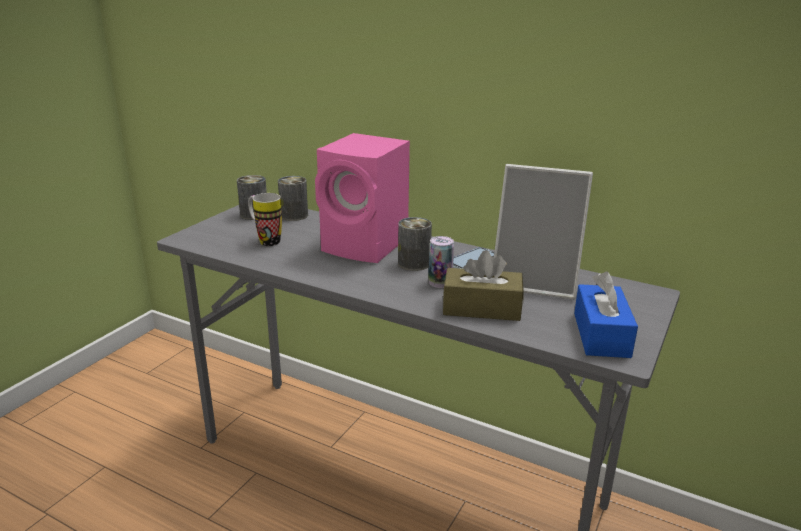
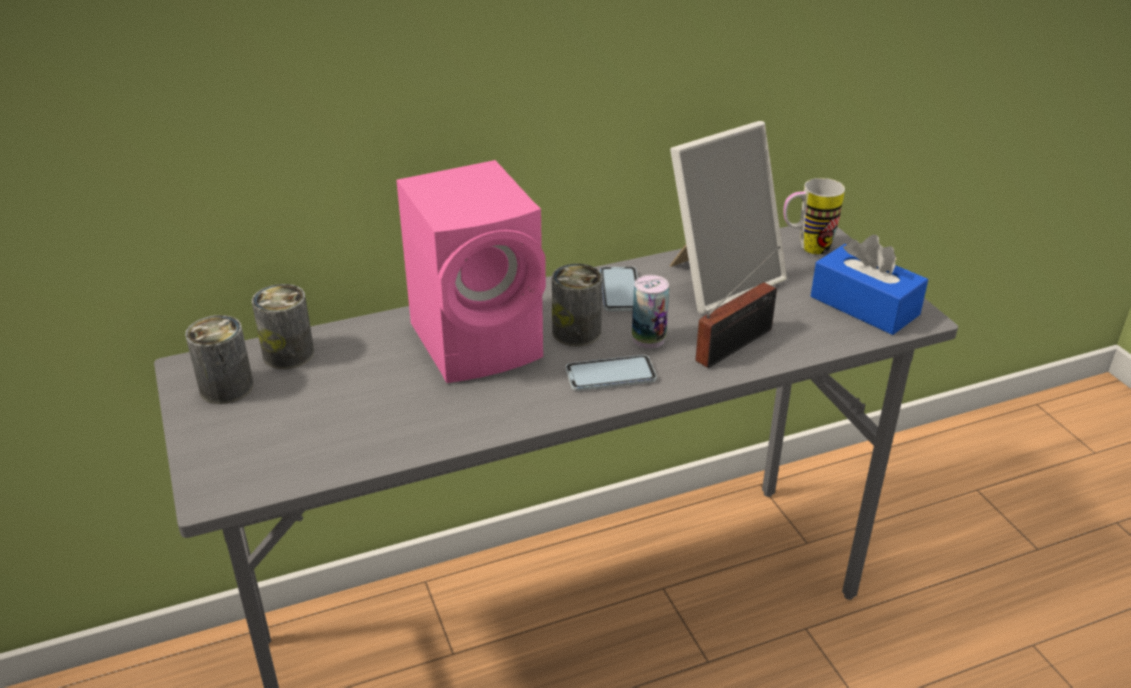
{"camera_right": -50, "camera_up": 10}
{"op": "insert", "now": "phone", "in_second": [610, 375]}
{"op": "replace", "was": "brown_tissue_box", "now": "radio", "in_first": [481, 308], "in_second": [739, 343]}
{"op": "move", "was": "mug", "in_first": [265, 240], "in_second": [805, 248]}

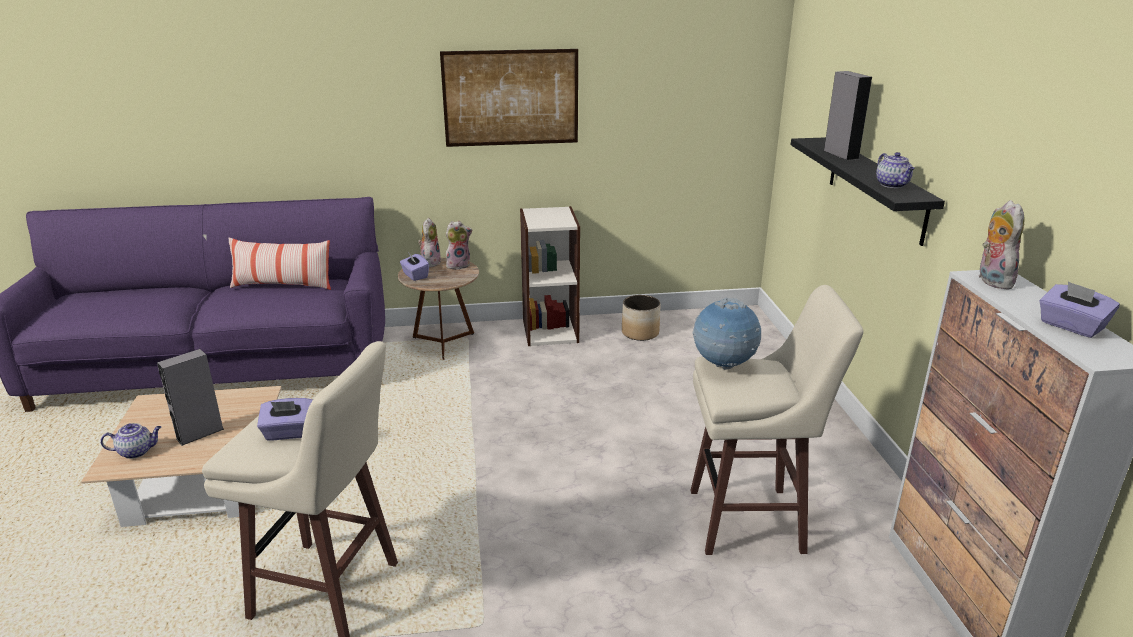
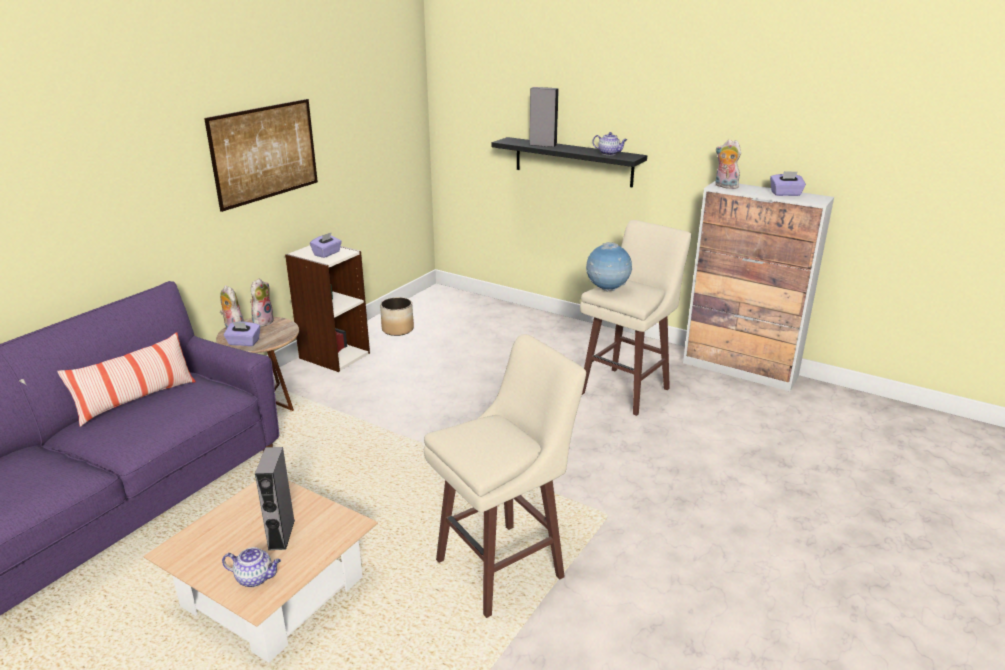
{"camera_right": -50, "camera_up": 0}
{"op": "rotate", "was": "teapot", "in_first": [137, 451], "in_second": [255, 578], "clockwise": 75}
{"op": "move", "was": "purple_tissue_box", "in_first": [289, 433], "in_second": [327, 253]}

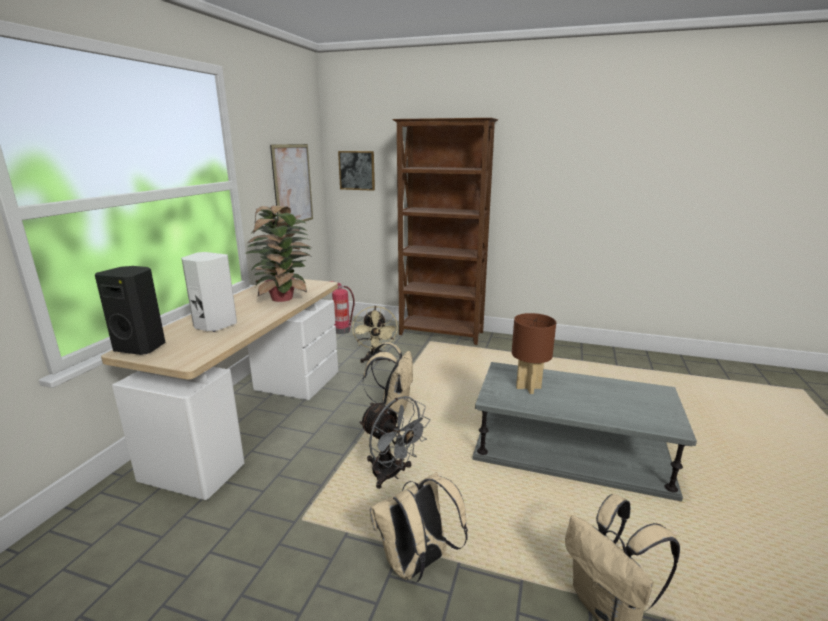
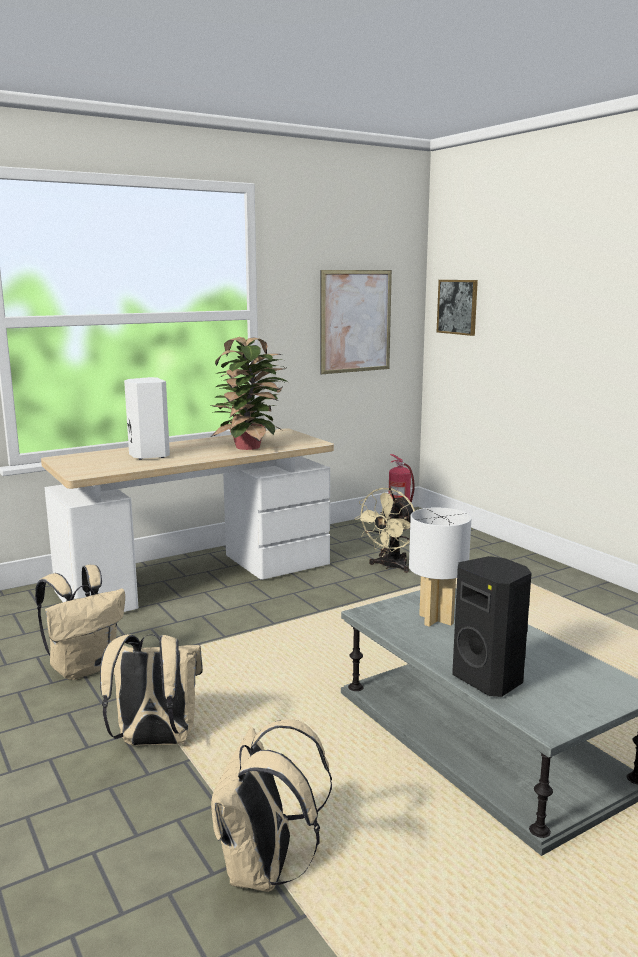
{"camera_right": 40, "camera_up": -5}
{"op": "move", "was": "beige_backpack", "in_first": [393, 407], "in_second": [84, 668]}
{"op": "recolor", "was": "brown_table_lamp", "now": "white_table_lamp", "in_first": [528, 387], "in_second": [436, 619]}
{"op": "move", "was": "black_speaker", "in_first": [142, 347], "in_second": [489, 679]}
{"op": "delete", "was": "grey_fan", "in_first": [392, 475]}
{"op": "delete", "was": "brown_bookcase", "in_first": [441, 334]}

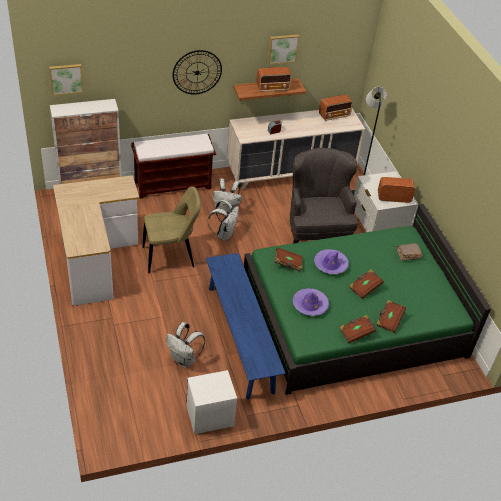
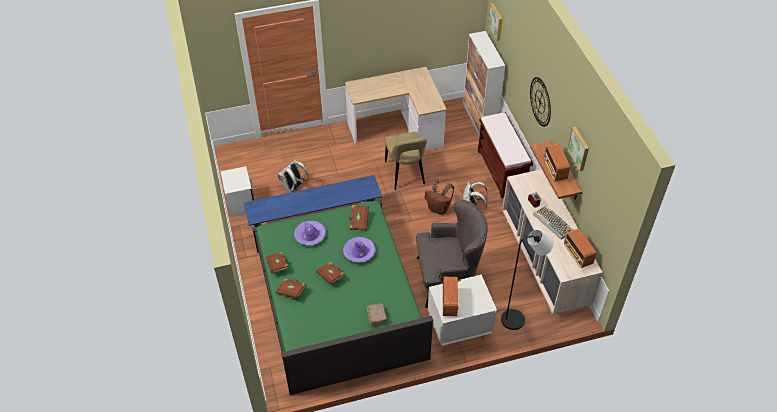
{"camera_right": 95, "camera_up": 5}
{"op": "recolor", "was": "white_backpack", "now": "brown_backpack", "in_first": [224, 234], "in_second": [439, 209]}
{"op": "insert", "now": "keyboard", "in_second": [552, 222]}

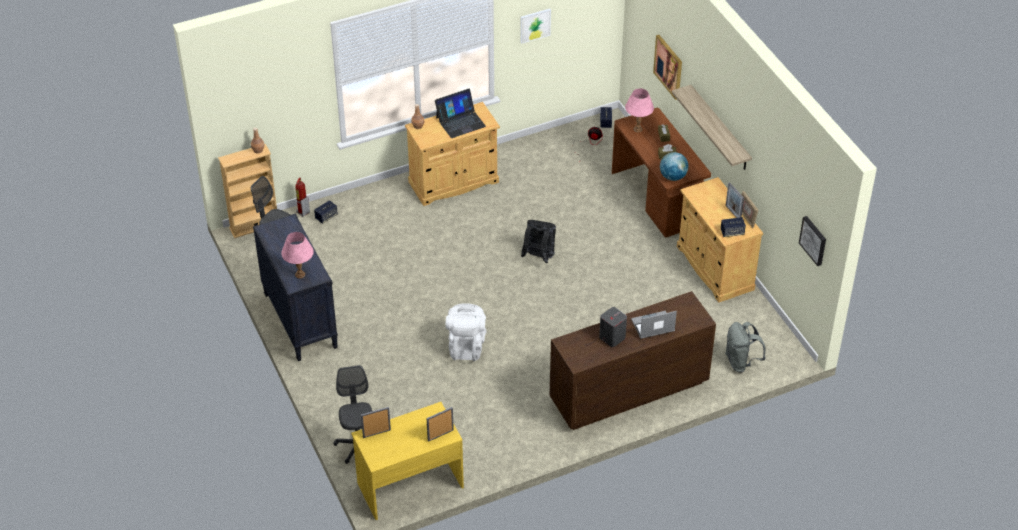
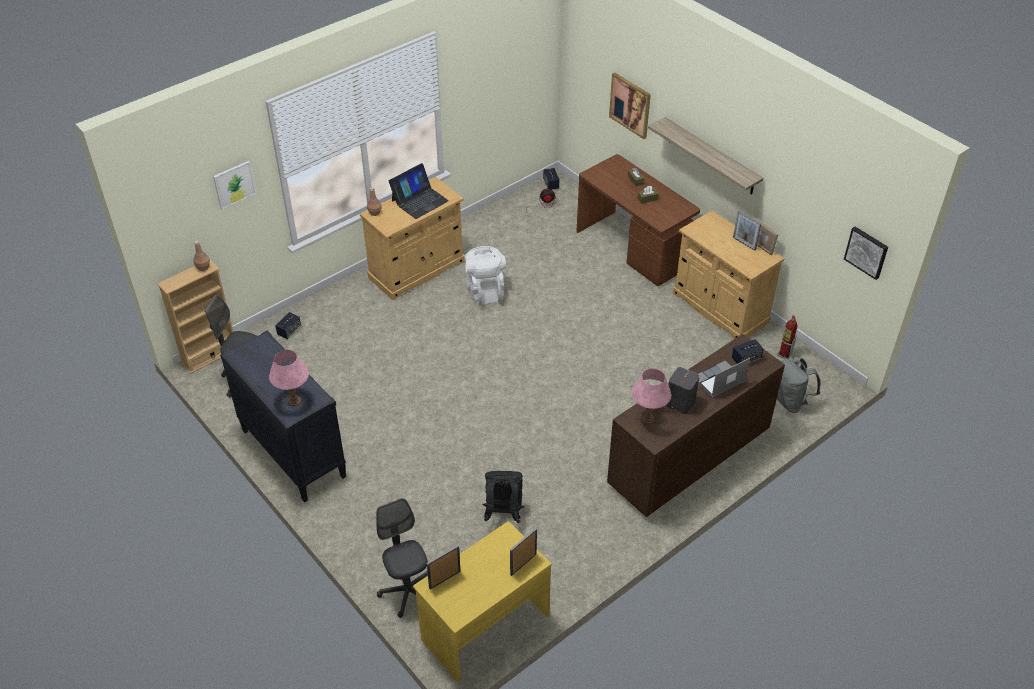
{"camera_right": -15, "camera_up": 0}
{"op": "move", "was": "picture", "in_first": [535, 25], "in_second": [234, 184]}
{"op": "move", "was": "white_backpack", "in_first": [466, 346], "in_second": [485, 291]}
{"op": "move", "was": "black_backpack", "in_first": [539, 257], "in_second": [503, 513]}
{"op": "move", "was": "pink_table_lamp", "in_first": [638, 129], "in_second": [648, 419]}
{"op": "move", "was": "speaker", "in_first": [732, 232], "in_second": [746, 359]}
{"op": "move", "was": "fire_extinguisher", "in_first": [303, 212], "in_second": [784, 354]}
{"op": "delete", "was": "globe", "in_first": [673, 177]}

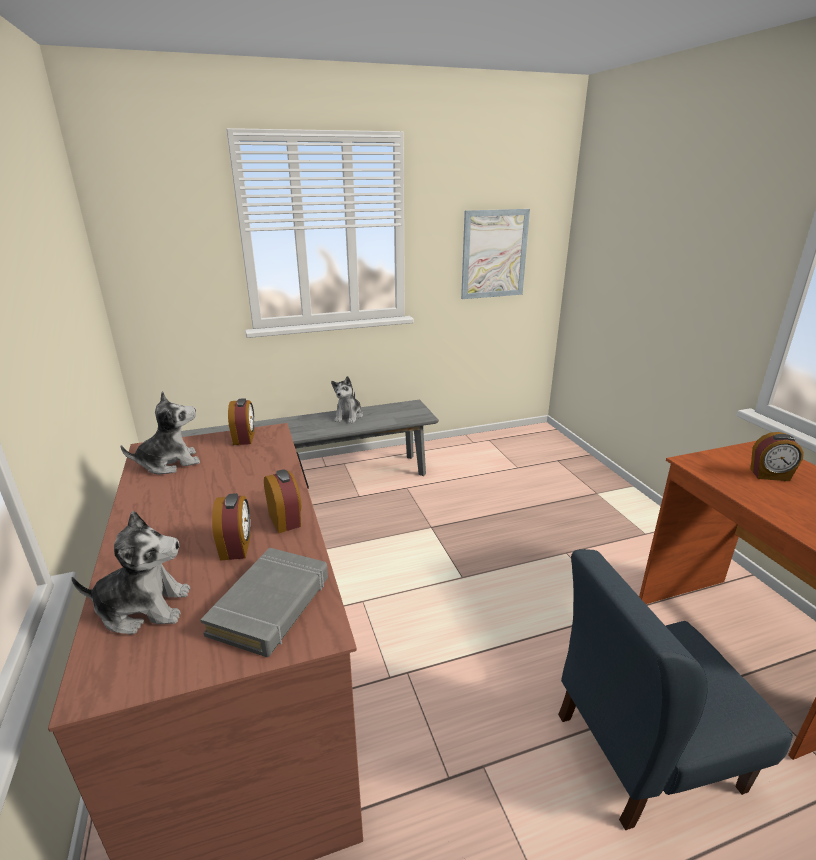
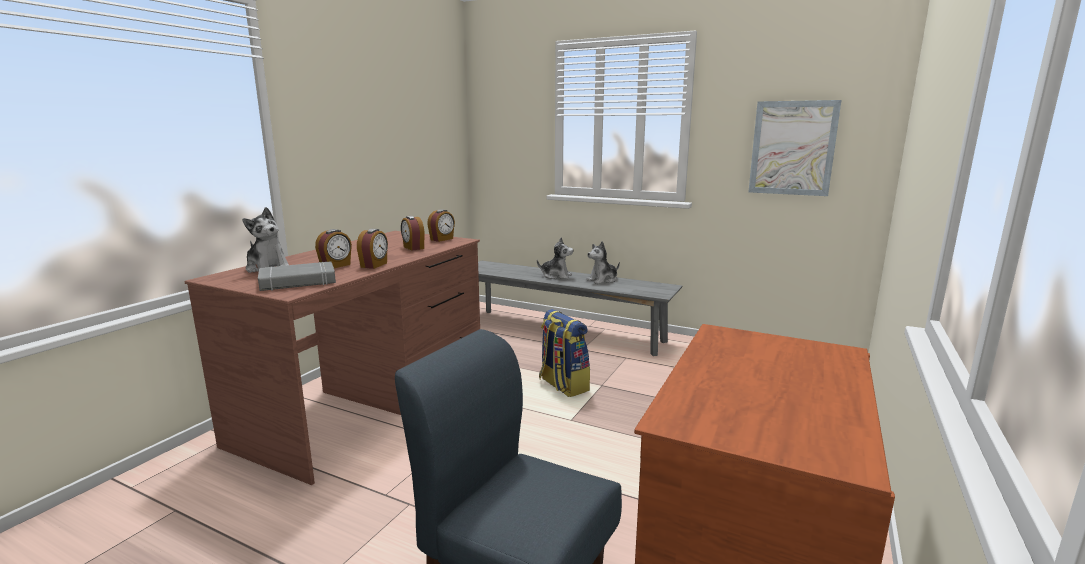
{"camera_right": 45, "camera_up": -10}
{"op": "move", "was": "alarm_clock", "in_first": [770, 475], "in_second": [413, 248]}
{"op": "move", "was": "plush_toy", "in_first": [170, 463], "in_second": [556, 276]}
{"op": "insert", "now": "backpack", "in_second": [562, 385]}

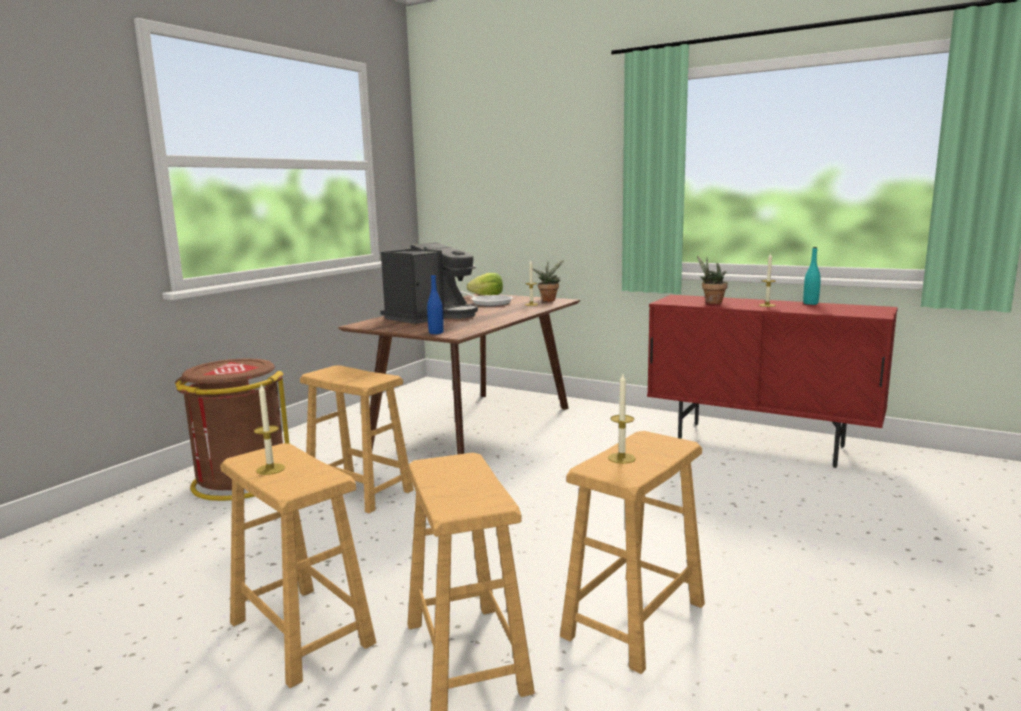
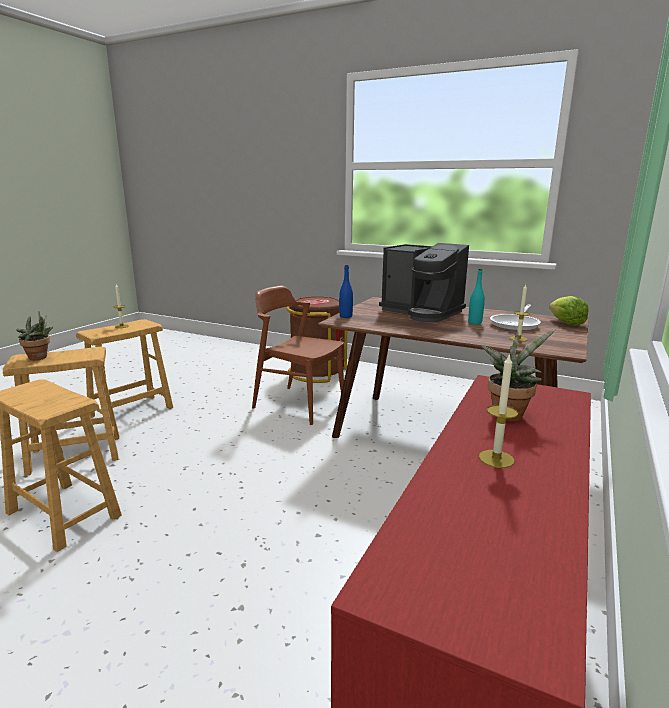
{"camera_right": 85, "camera_up": 5}
{"op": "move", "was": "potted_plant", "in_first": [549, 300], "in_second": [40, 358]}
{"op": "replace", "was": "brown_stool", "now": "brown_chair", "in_first": [358, 491], "in_second": [299, 404]}
{"op": "move", "was": "turquoise_bottle", "in_first": [810, 303], "in_second": [475, 322]}
{"op": "delete", "was": "candle", "in_first": [621, 458]}

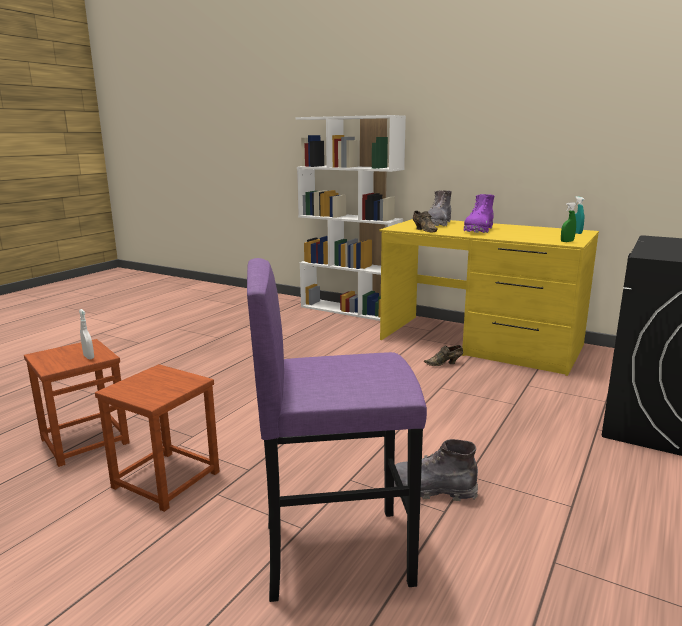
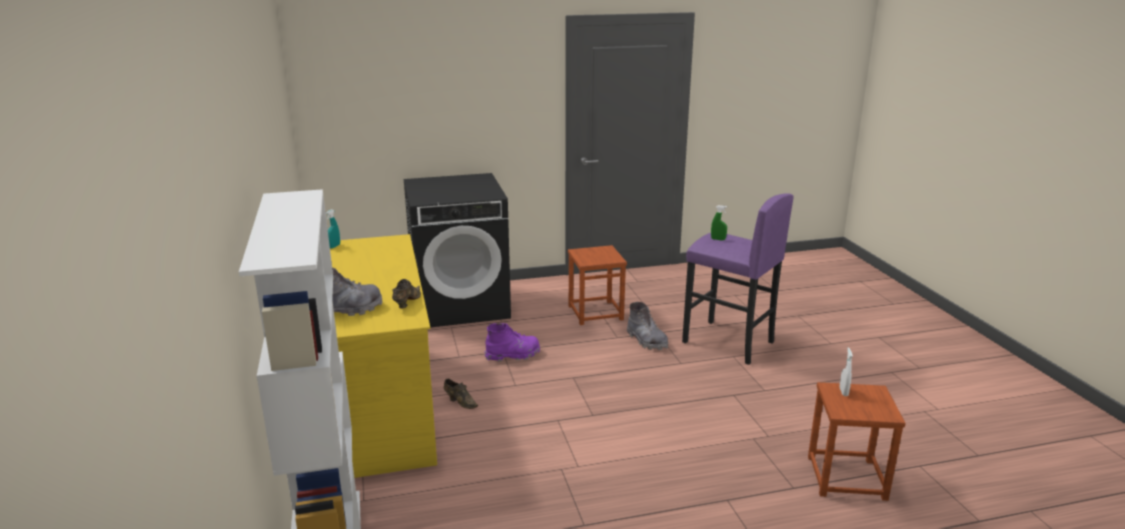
{"camera_right": -135, "camera_up": 5}
{"op": "move", "was": "purple_boot", "in_first": [478, 230], "in_second": [513, 355]}
{"op": "move", "was": "brown_stool", "in_first": [166, 480], "in_second": [595, 312]}
{"op": "move", "was": "green_spray_bottle", "in_first": [567, 241], "in_second": [718, 239]}

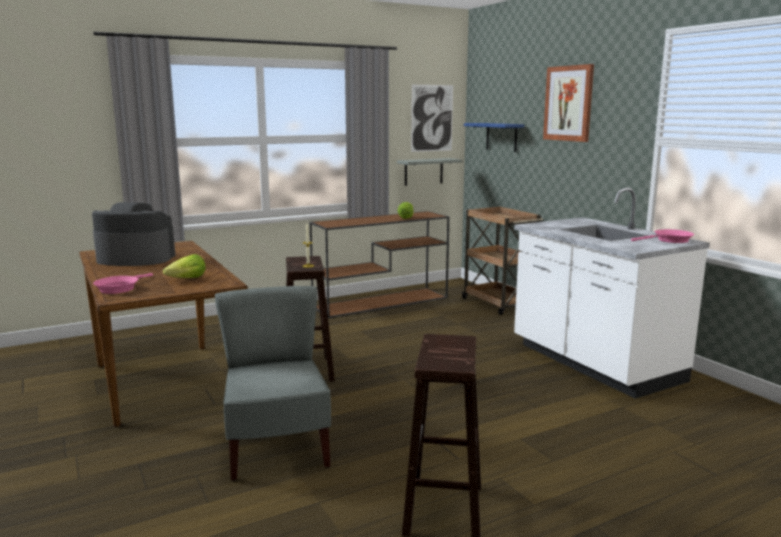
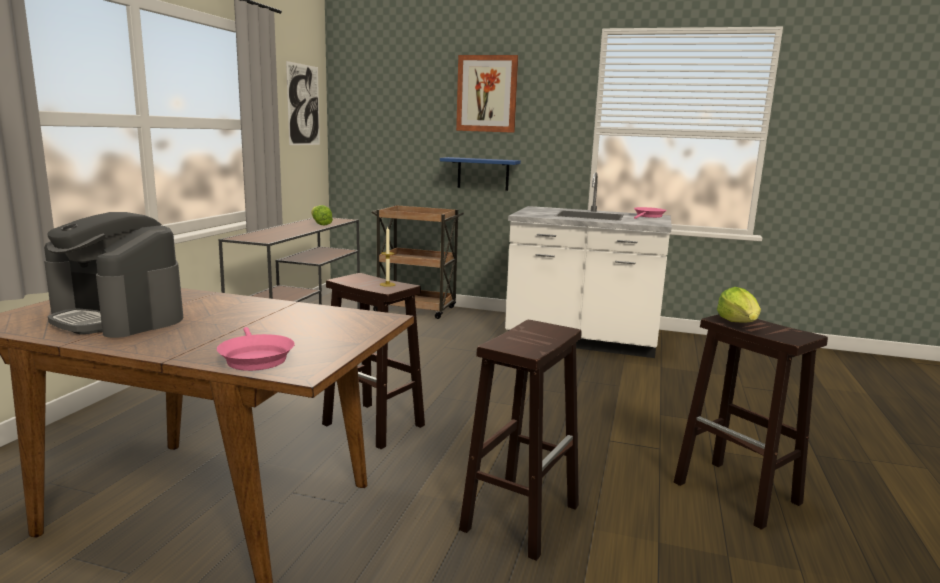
{"camera_right": -45, "camera_up": 0}
{"op": "rotate", "was": "coffee_machine", "in_first": [135, 259], "in_second": [118, 318], "clockwise": -105}
{"op": "move", "was": "blue_shelf", "in_first": [501, 137], "in_second": [483, 173]}
{"op": "replace", "was": "grey_chair", "now": "brown_stool", "in_first": [277, 449], "in_second": [521, 516]}
{"op": "move", "was": "lettuce", "in_first": [187, 279], "in_second": [739, 323]}
{"op": "delete", "was": "grey_shelf", "in_first": [423, 171]}

